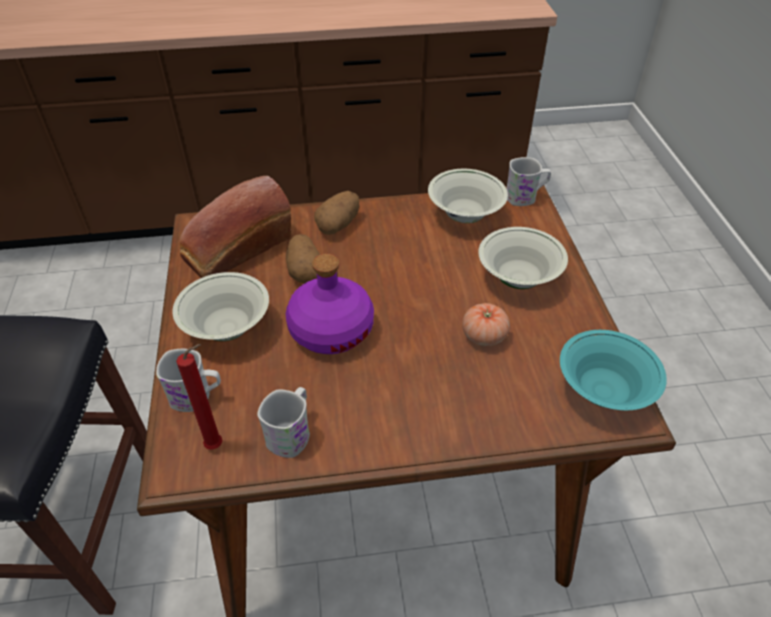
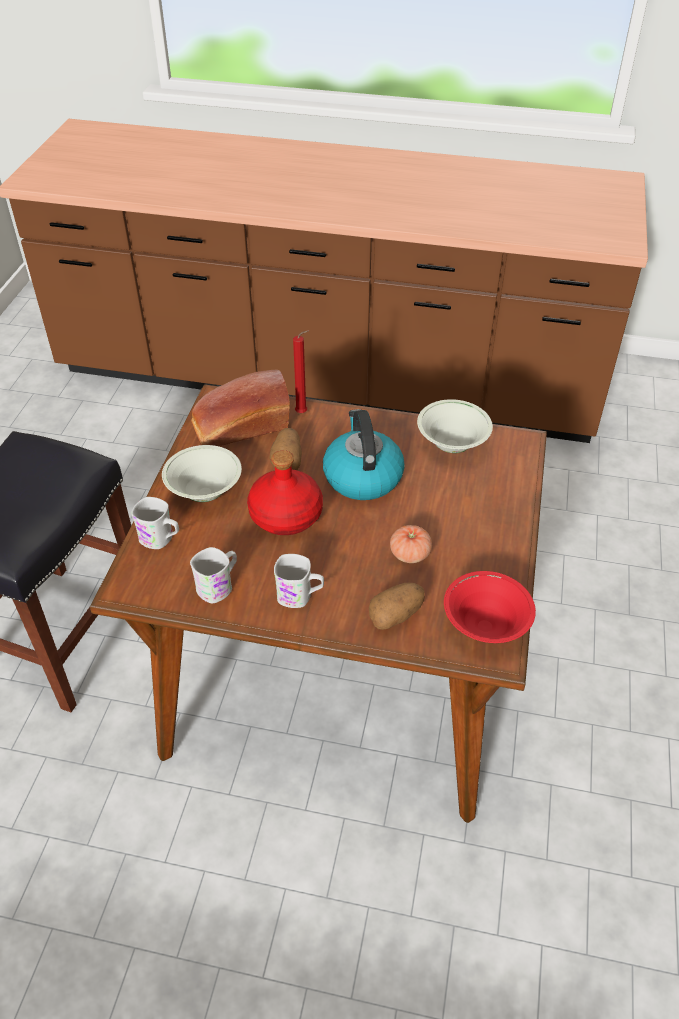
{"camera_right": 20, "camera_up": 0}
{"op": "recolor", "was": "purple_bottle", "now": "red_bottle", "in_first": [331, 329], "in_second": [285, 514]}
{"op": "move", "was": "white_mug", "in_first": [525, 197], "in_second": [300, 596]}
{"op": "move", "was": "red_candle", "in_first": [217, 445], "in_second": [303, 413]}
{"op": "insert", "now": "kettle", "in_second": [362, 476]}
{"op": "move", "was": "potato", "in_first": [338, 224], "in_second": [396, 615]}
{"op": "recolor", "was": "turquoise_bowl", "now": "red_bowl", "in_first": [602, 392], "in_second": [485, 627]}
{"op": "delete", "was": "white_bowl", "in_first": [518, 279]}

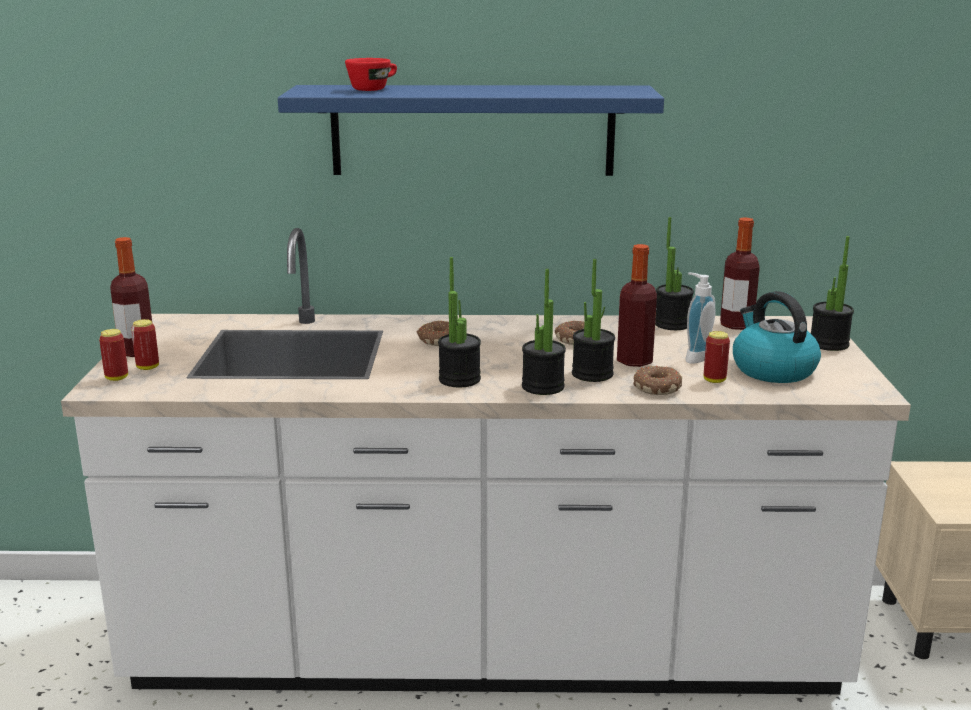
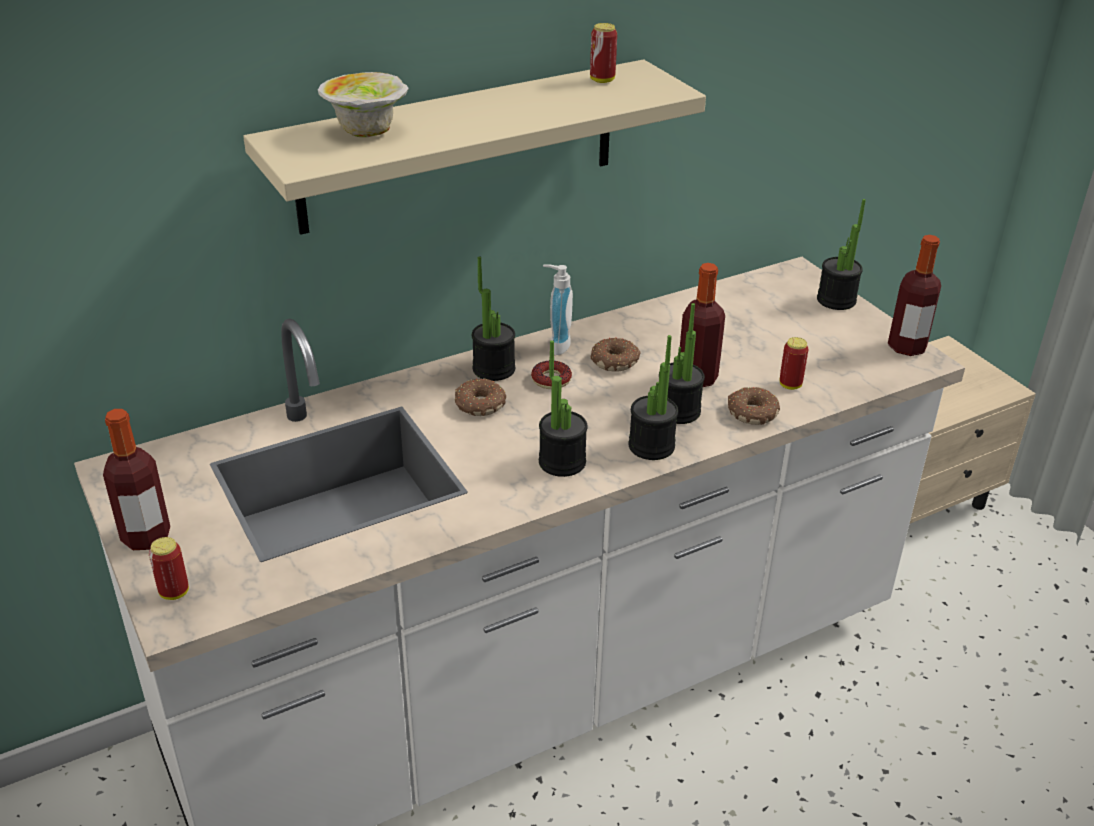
{"camera_right": -30, "camera_up": 15}
{"op": "recolor", "was": "blue_shelf", "now": "beige_shelf", "in_first": [473, 130], "in_second": [459, 146]}
{"op": "replace", "was": "red_cup", "now": "bowl", "in_first": [373, 89], "in_second": [366, 132]}
{"op": "move", "was": "potted_plant", "in_first": [672, 324], "in_second": [494, 369]}
{"op": "insert", "now": "donut", "in_second": [551, 380]}
{"op": "move", "was": "soap_dispenser", "in_first": [694, 357], "in_second": [556, 345]}
{"op": "move", "was": "can", "in_first": [148, 367], "in_second": [602, 80]}
{"op": "move", "was": "bottle", "in_first": [736, 325], "in_second": [906, 347]}
{"op": "delete", "was": "kettle", "in_first": [772, 370]}

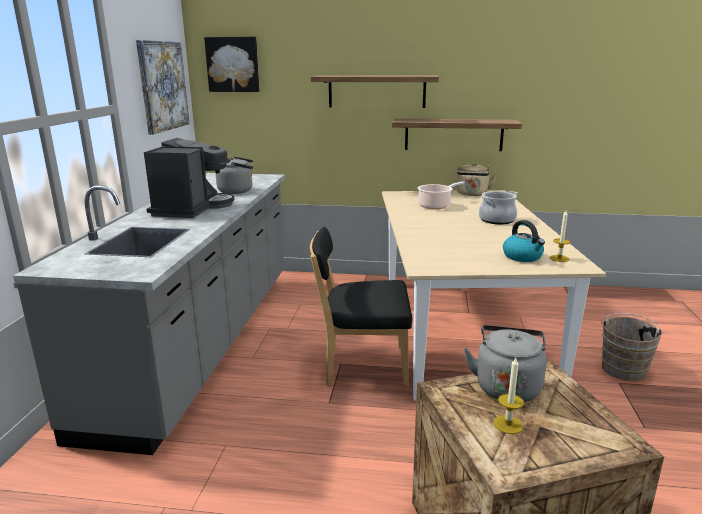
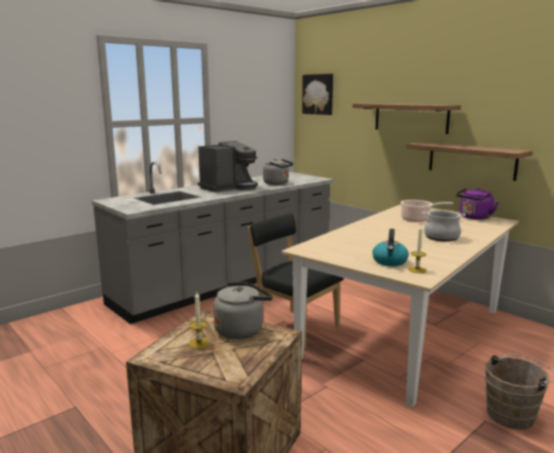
{"camera_right": 40, "camera_up": -5}
{"op": "recolor", "was": "beige_kettle", "now": "purple_kettle", "in_first": [472, 194], "in_second": [474, 218]}
{"op": "delete", "was": "picture", "in_first": [163, 86]}

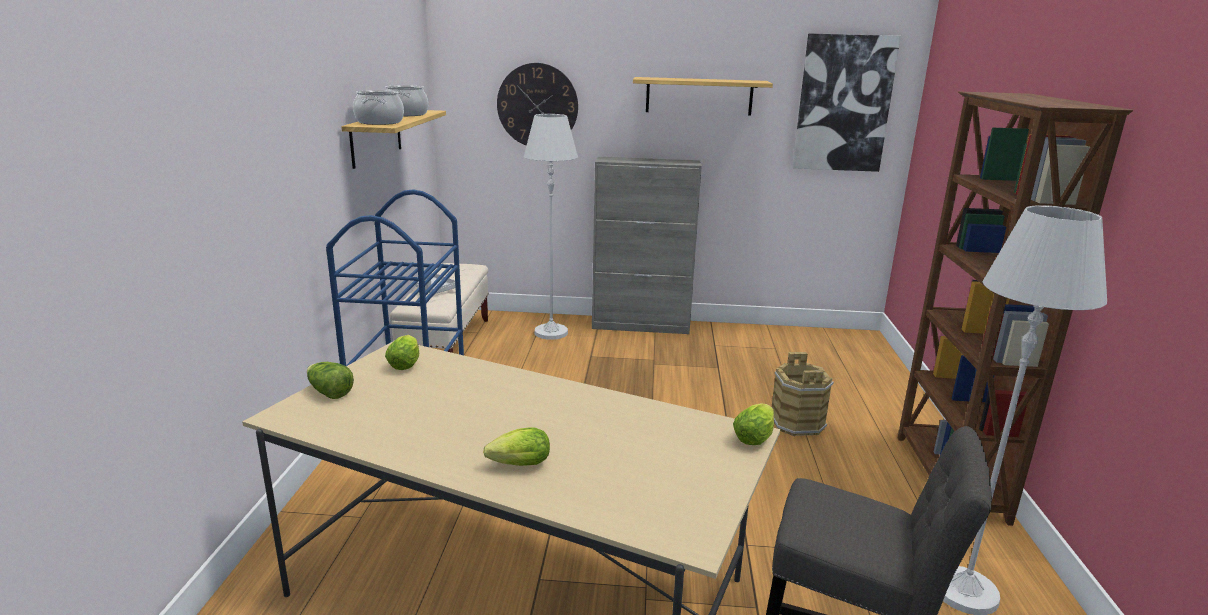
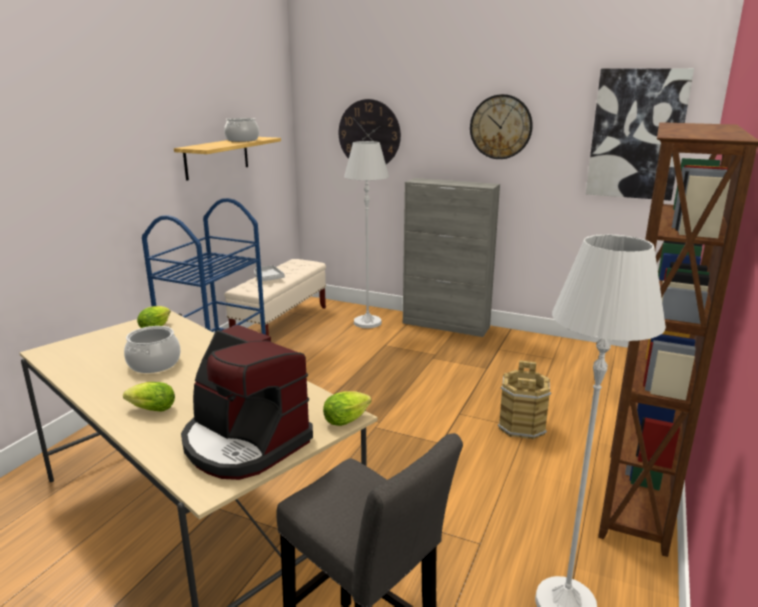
{"camera_right": 20, "camera_up": 0}
{"op": "move", "was": "cooking_pot", "in_first": [380, 122], "in_second": [154, 364]}
{"op": "insert", "now": "coffee_machine", "in_second": [244, 442]}
{"op": "replace", "was": "shelf", "now": "wall_clock", "in_first": [699, 96], "in_second": [500, 127]}
{"op": "delete", "was": "lettuce", "in_first": [329, 392]}

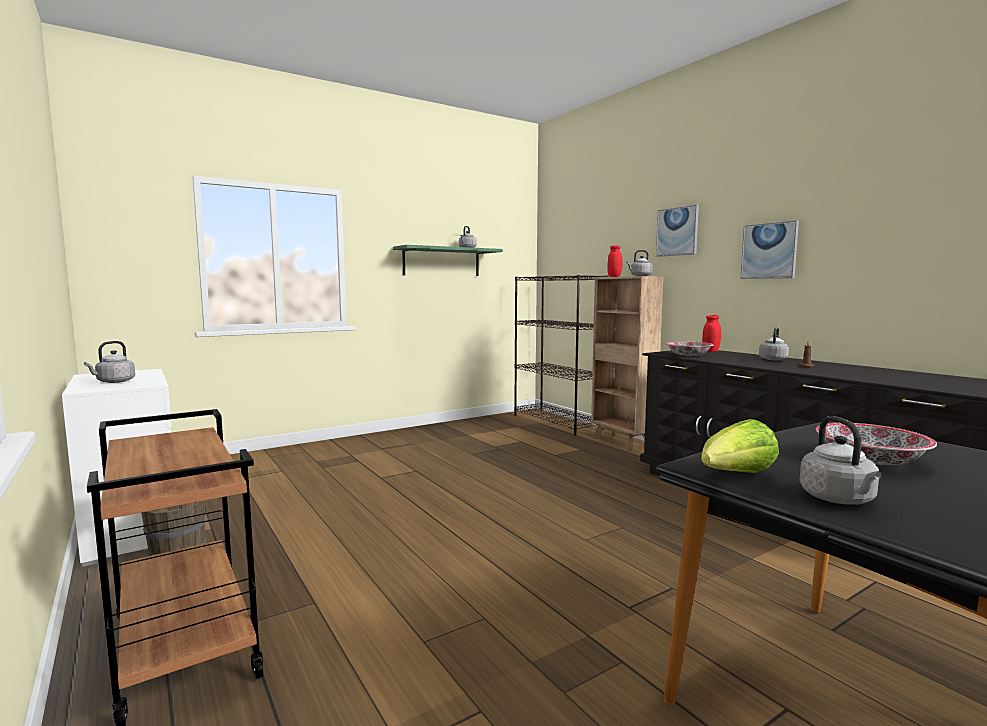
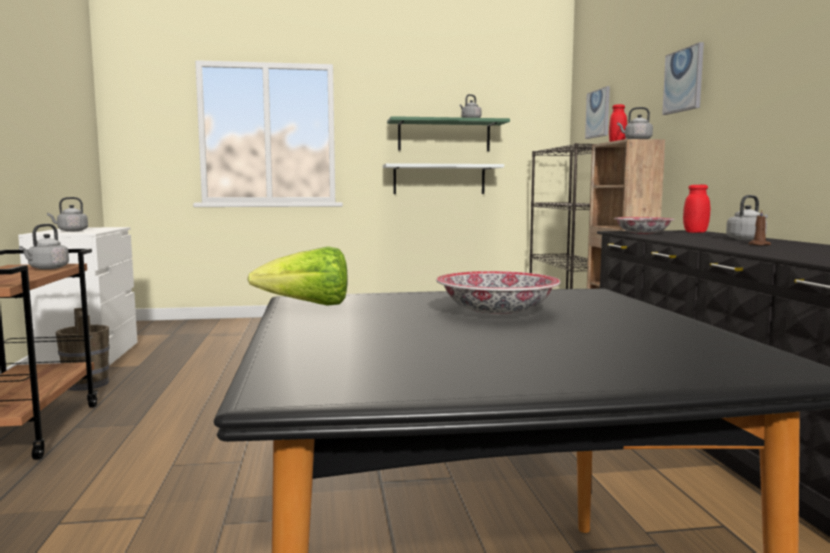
{"camera_right": 25, "camera_up": 0}
{"op": "move", "was": "grey_kettle", "in_first": [839, 500], "in_second": [47, 268]}
{"op": "insert", "now": "white_shelf", "in_second": [439, 179]}
{"op": "move", "was": "picture", "in_first": [769, 251], "in_second": [598, 113]}

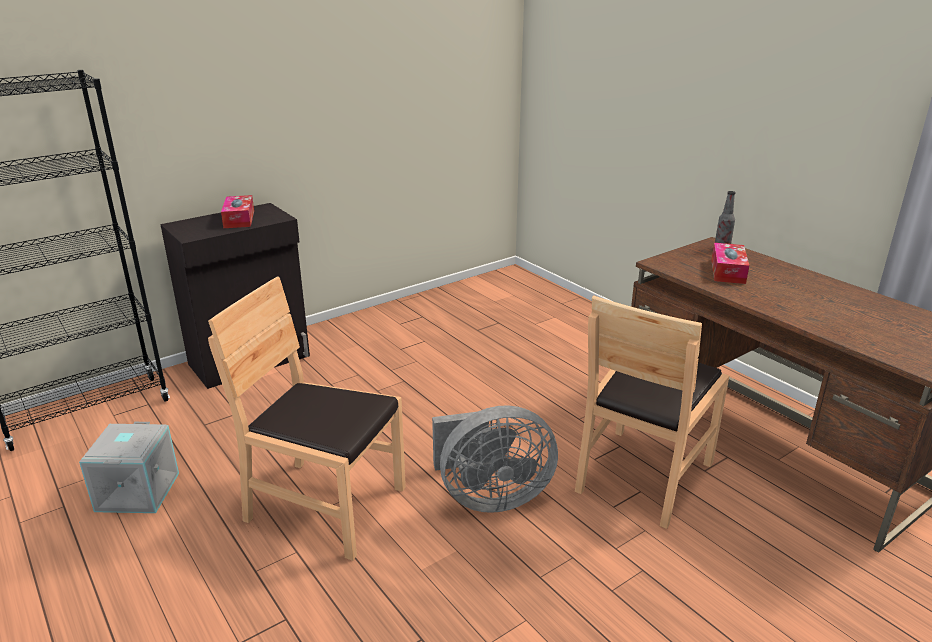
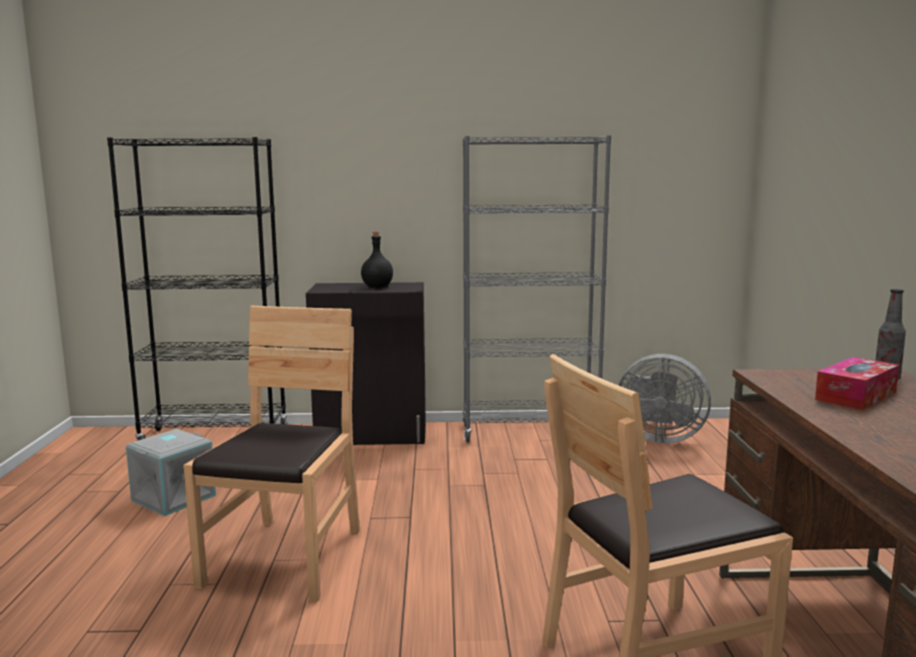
{"camera_right": 35, "camera_up": -15}
{"op": "rotate", "was": "brown_chair", "in_first": [326, 505], "in_second": [285, 558], "clockwise": 45}
{"op": "replace", "was": "tissue_box", "now": "black_bottle", "in_first": [239, 219], "in_second": [377, 287]}
{"op": "insert", "now": "grey_bookcase", "in_second": [530, 433]}
{"op": "move", "was": "grey_fan", "in_first": [490, 497], "in_second": [658, 437]}

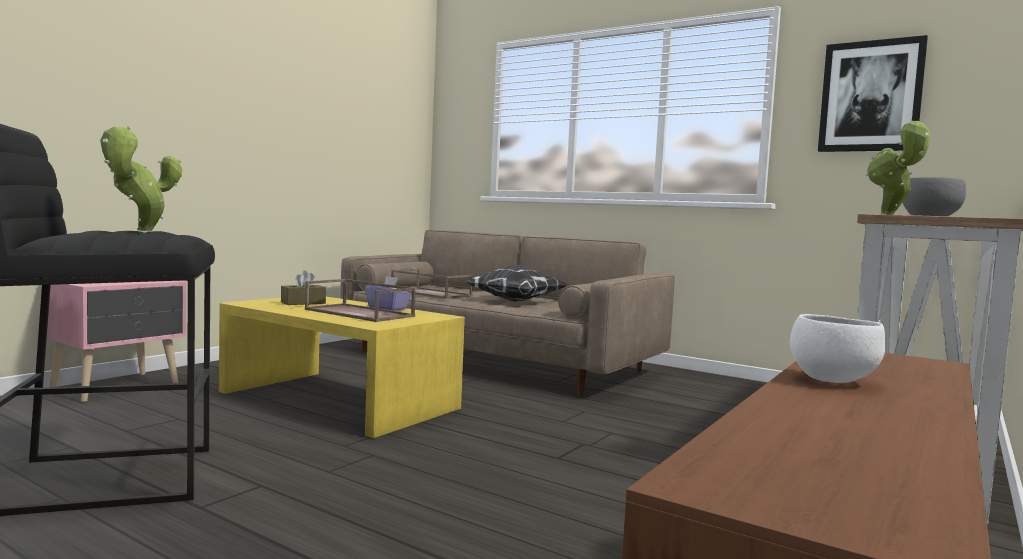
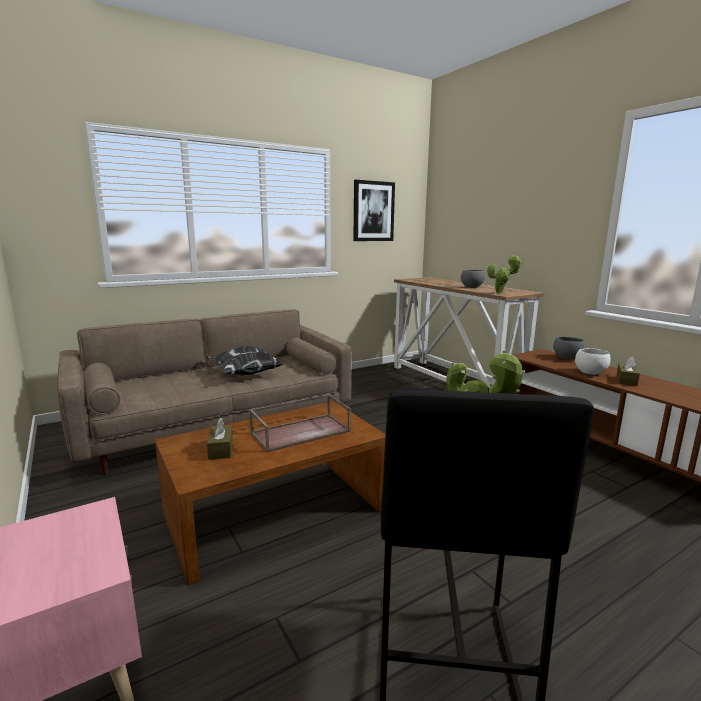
{"camera_right": -65, "camera_up": 10}
{"op": "recolor", "was": "yellow_coffee_table", "now": "brown_coffee_table", "in_first": [339, 400], "in_second": [275, 511]}
{"op": "insert", "now": "grey_bowl", "in_second": [566, 358]}
{"op": "insert", "now": "brown_tissue_box", "in_second": [626, 380]}
{"op": "delete", "was": "purple_tissue_box", "in_first": [387, 308]}
{"op": "delete", "was": "brown_tray", "in_first": [429, 293]}

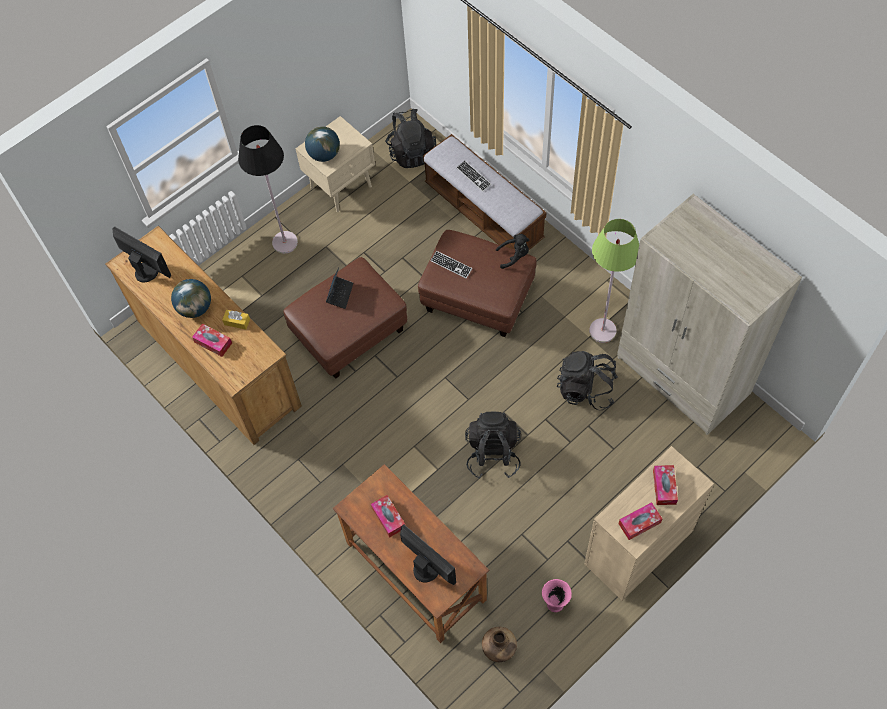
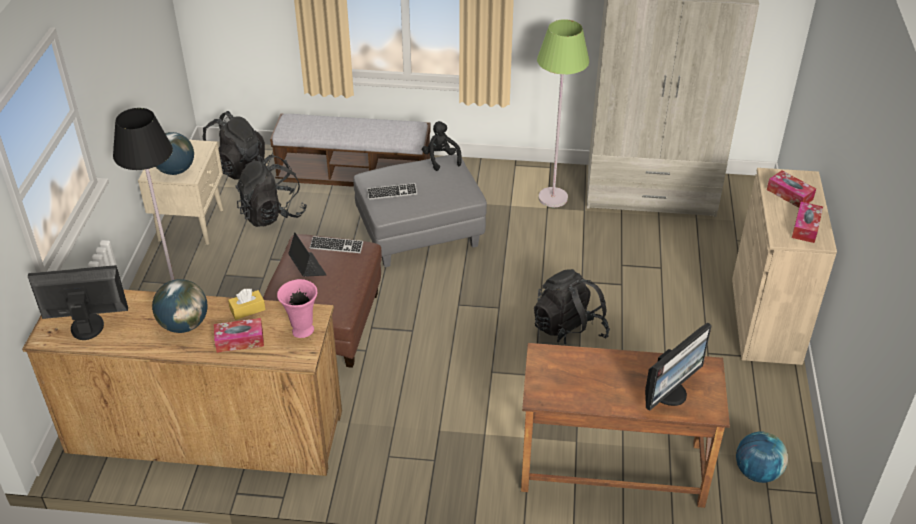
{"camera_right": -45, "camera_up": -20}
{"op": "move", "was": "black_backpack", "in_first": [586, 389], "in_second": [272, 214]}
{"op": "move", "was": "pink_vase", "in_first": [554, 604], "in_second": [302, 331]}
{"op": "move", "was": "keyboard", "in_first": [473, 176], "in_second": [336, 246]}
{"op": "recolor", "was": "brown_ottoman", "now": "grey_ottoman", "in_first": [478, 298], "in_second": [420, 233]}
{"op": "rotate", "was": "black_plush_toy", "in_first": [514, 256], "in_second": [441, 159], "clockwise": -60}
{"op": "rotate", "was": "monitor", "in_first": [427, 567], "in_second": [670, 393], "clockwise": 135}
{"op": "replace", "was": "brown_vase", "now": "globe", "in_first": [499, 648], "in_second": [757, 472]}
{"op": "delete", "was": "tissue_box", "in_first": [388, 518]}

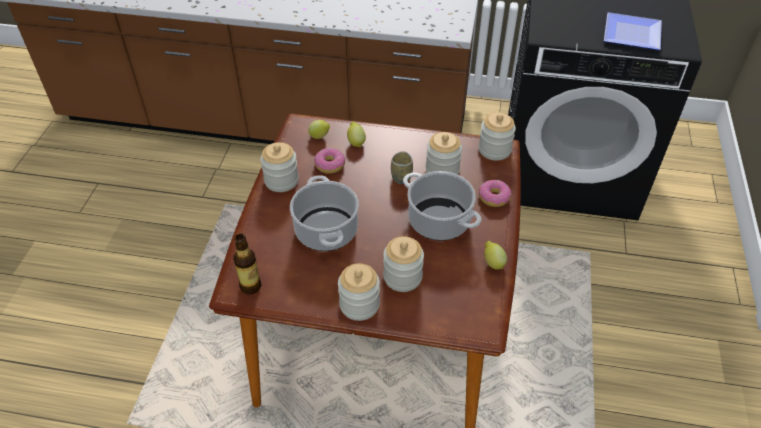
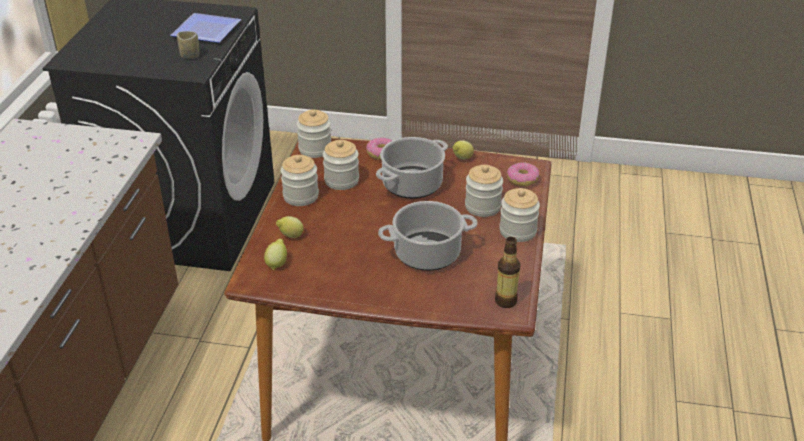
{"camera_right": -90, "camera_up": -10}
{"op": "move", "was": "cup", "in_first": [401, 177], "in_second": [190, 56]}
{"op": "move", "was": "jar", "in_first": [281, 180], "in_second": [301, 196]}
{"op": "move", "was": "donut", "in_first": [330, 165], "in_second": [522, 179]}

